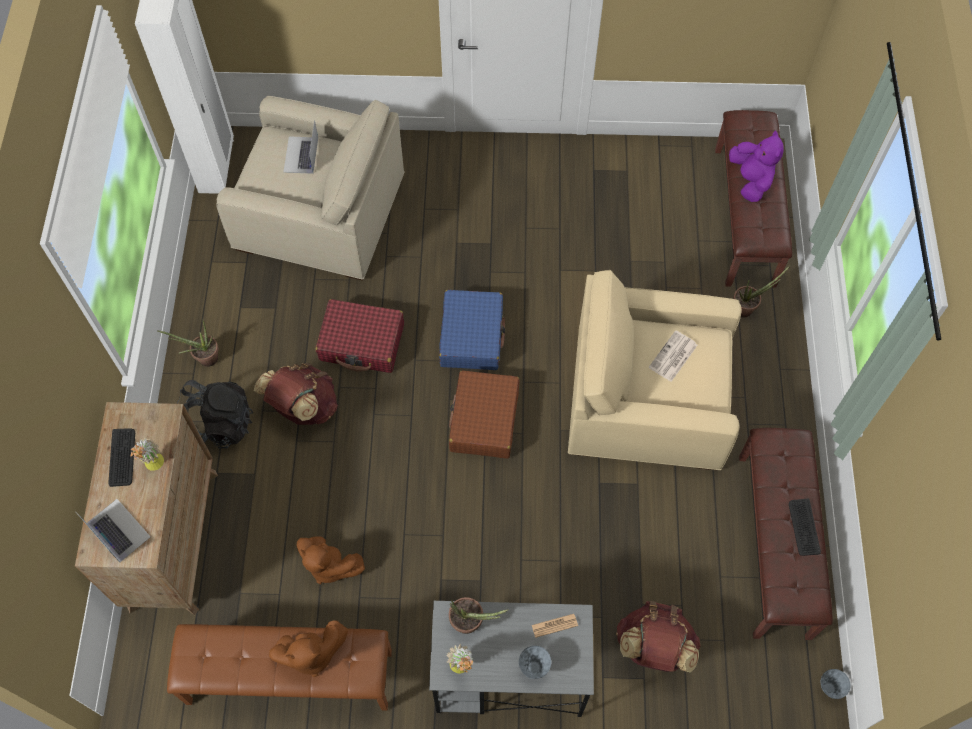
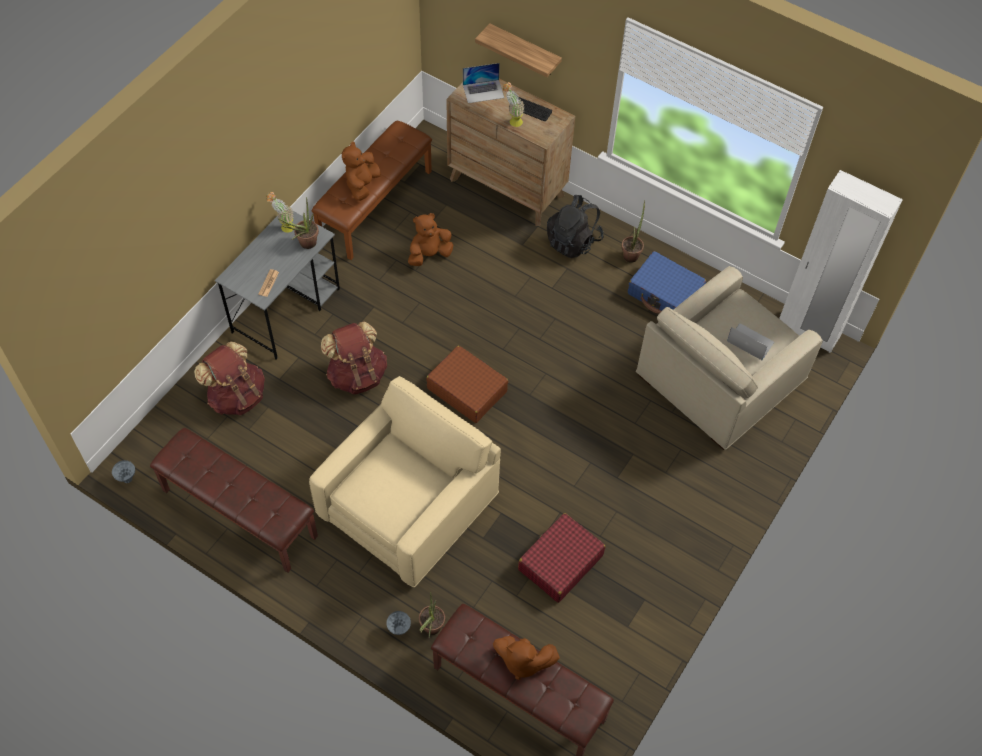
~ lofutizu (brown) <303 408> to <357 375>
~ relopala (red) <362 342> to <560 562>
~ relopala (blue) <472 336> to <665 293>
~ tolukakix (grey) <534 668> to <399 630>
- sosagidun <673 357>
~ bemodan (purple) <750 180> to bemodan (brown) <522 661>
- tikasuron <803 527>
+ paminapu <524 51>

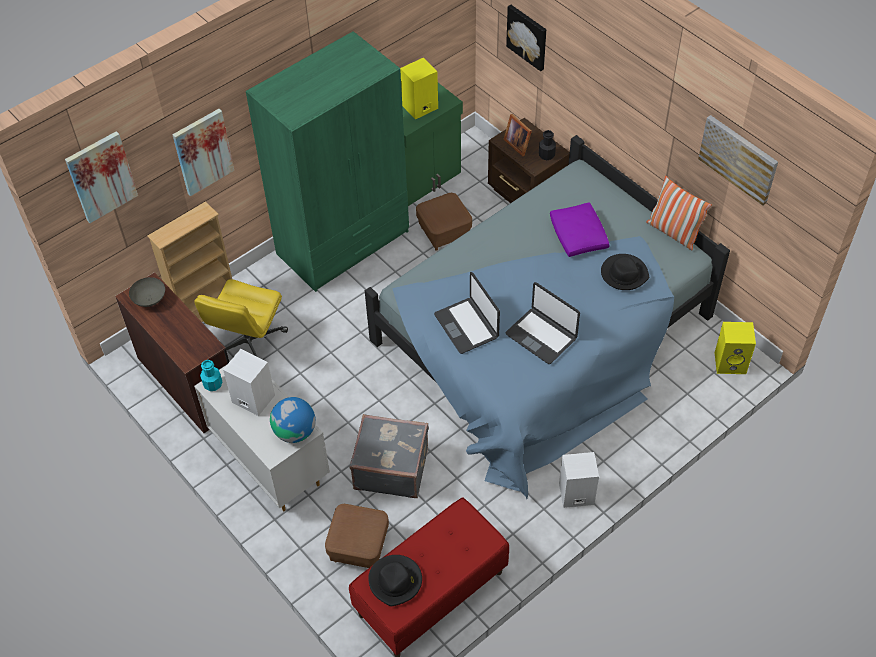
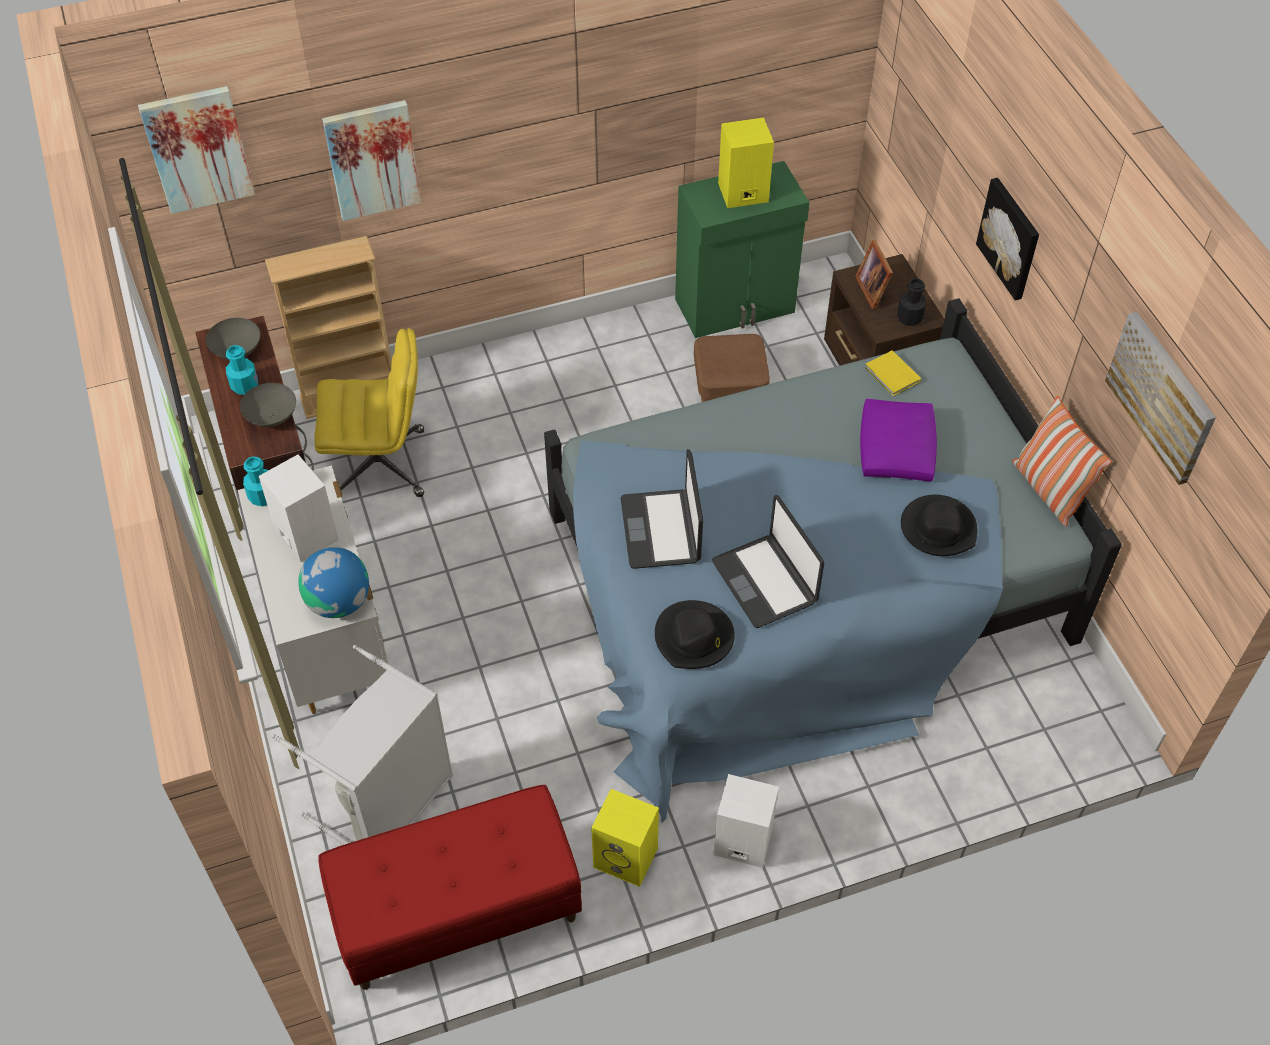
~ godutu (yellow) <248 346> = <380 465> 135 degrees counterclockwise
- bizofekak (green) <344 243>
~ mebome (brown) <359 547> to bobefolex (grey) <390 804>
- relopala (grey) <391 467>
~ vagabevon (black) <395 581> to <694 638>
~ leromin <528 36> to <1010 238>
~ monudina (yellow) <731 362> to <627 857>
+ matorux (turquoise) <245 386>
+ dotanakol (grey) <271 417>
+ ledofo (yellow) <892 376>

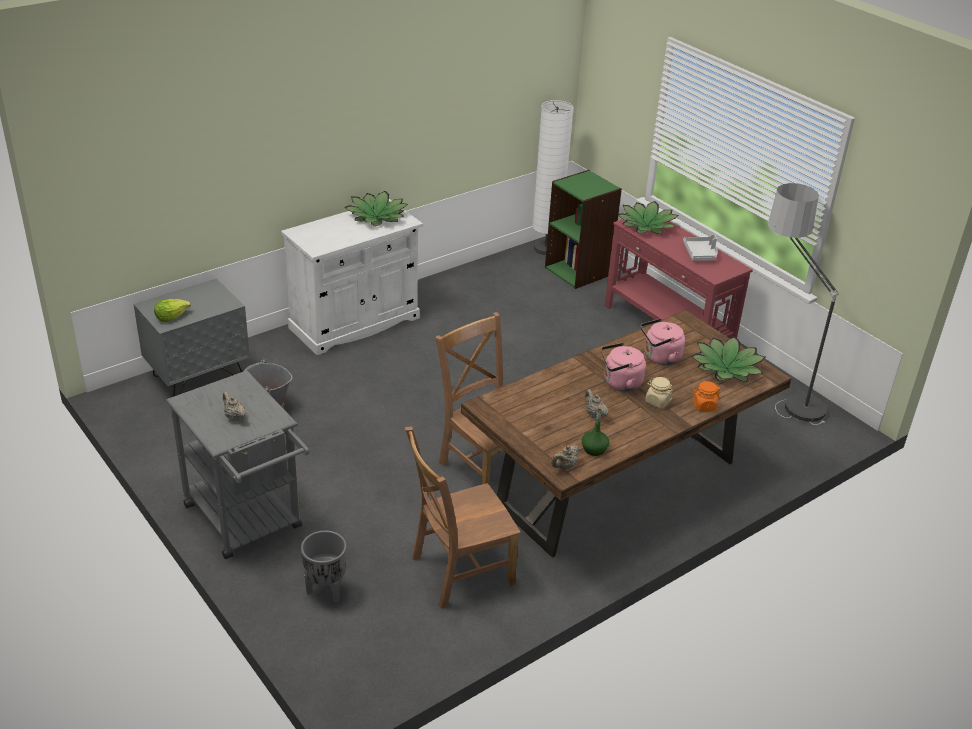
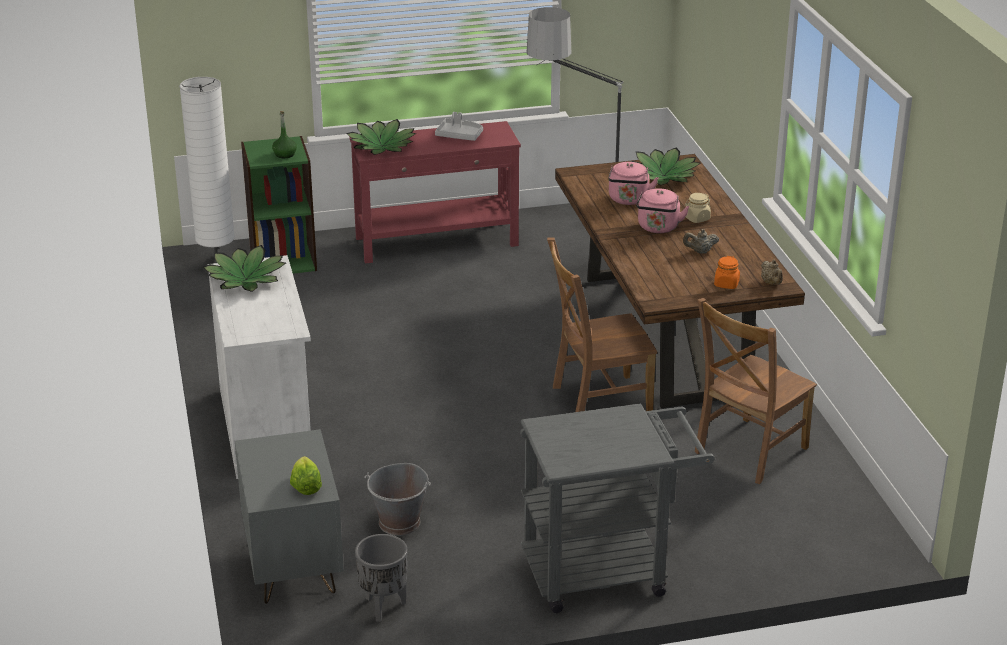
- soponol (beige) <234 417>
~ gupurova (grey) <325 590> to <383 607>
~ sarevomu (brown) <458 571> = <748 452> 45 degrees clockwise
~ matorux (green) <594 449> to <285 154>
~ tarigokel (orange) <704 406> to <726 284>

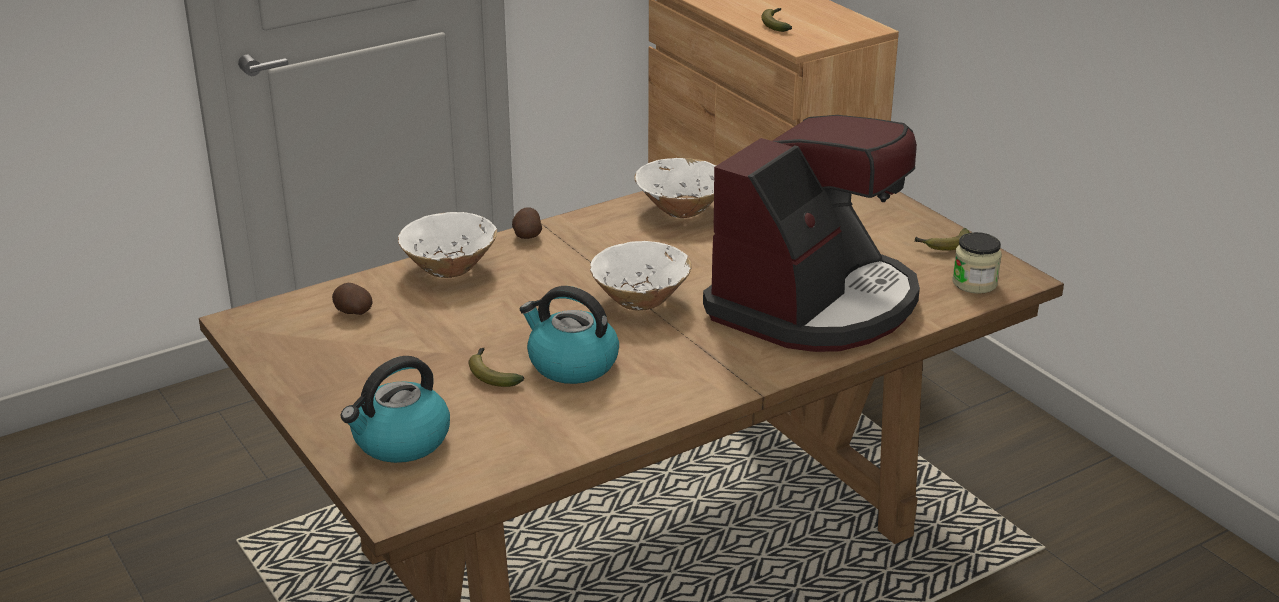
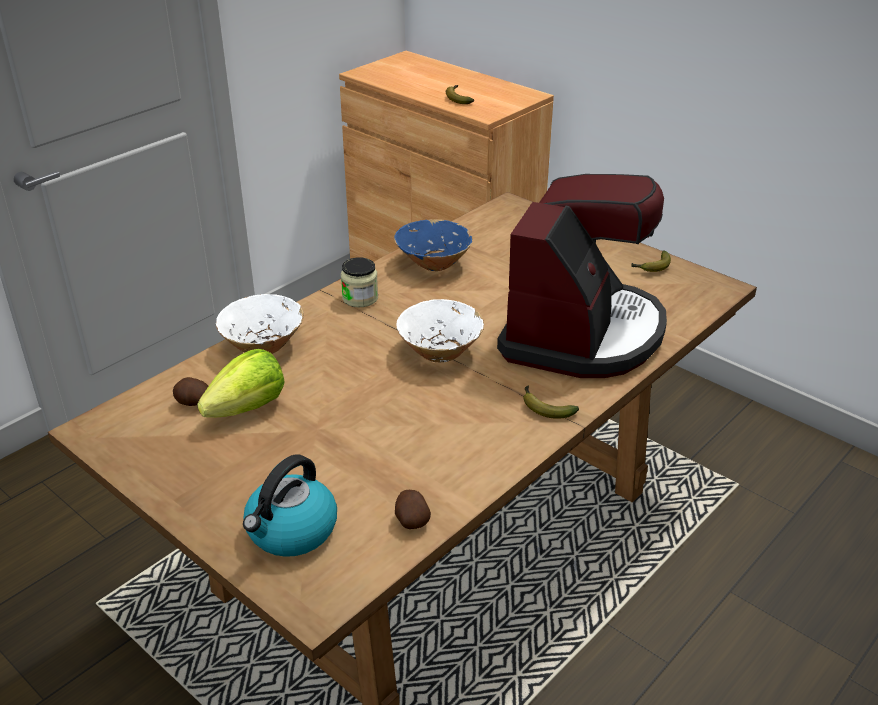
~ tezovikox <492 374> to <544 408>
~ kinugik <527 235> to <411 520>
- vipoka <571 364>
~ dotanakol (white) <681 209> to dotanakol (blue) <434 263>
~ tarigokel <974 283> to <360 298>
+ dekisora <248 408>

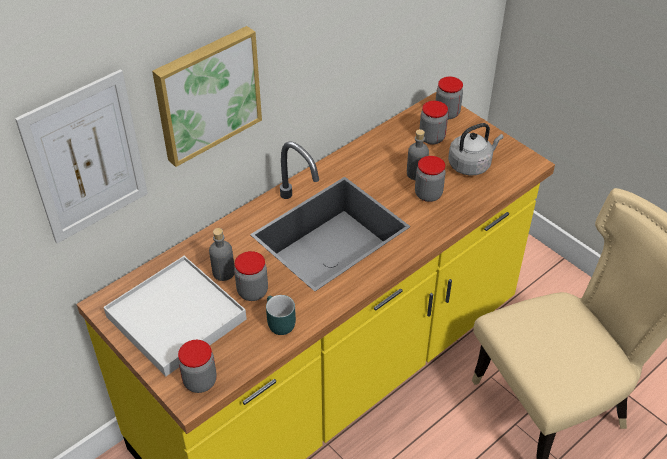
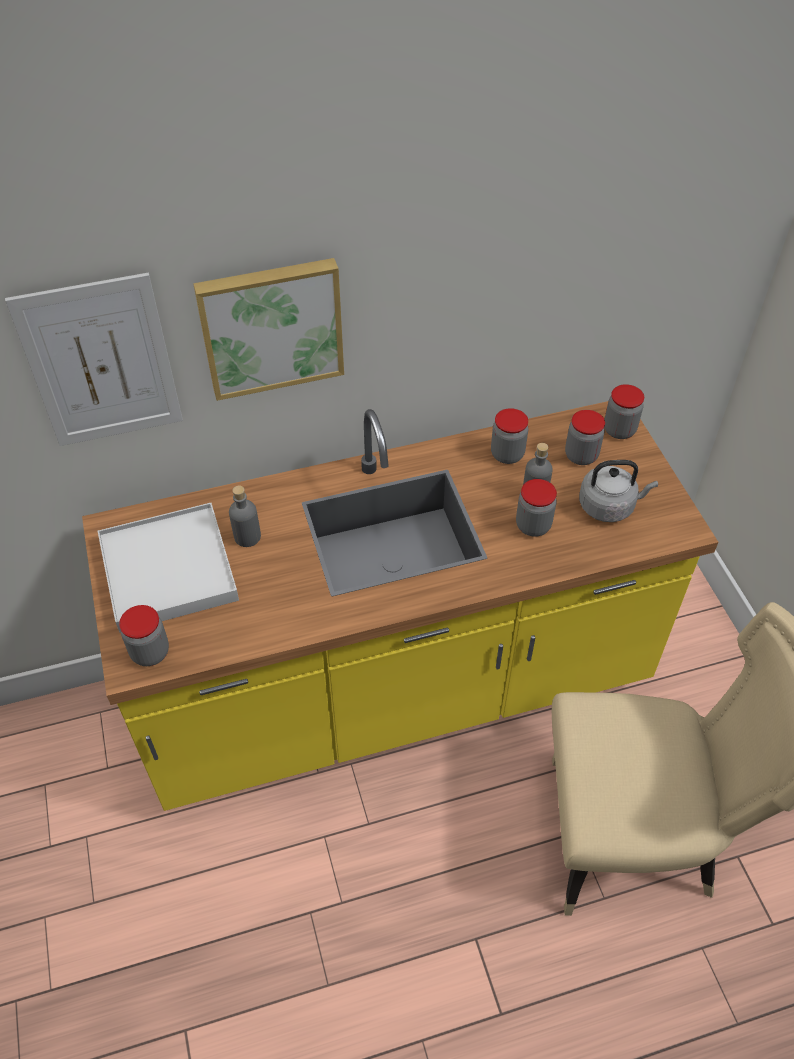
~ tarigokel <252 292> to <507 454>
- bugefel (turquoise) <277 323>

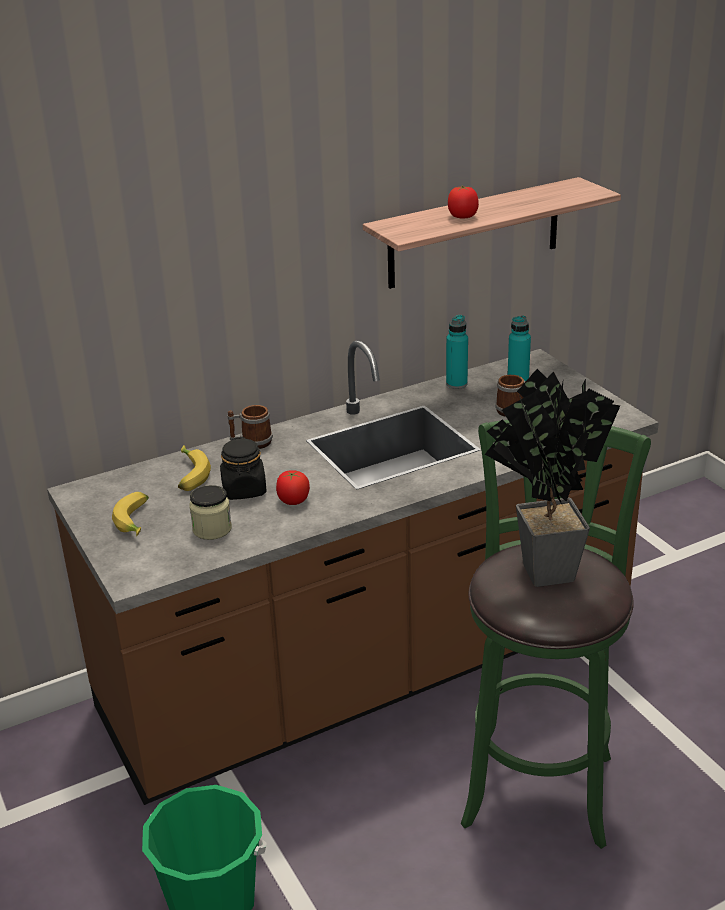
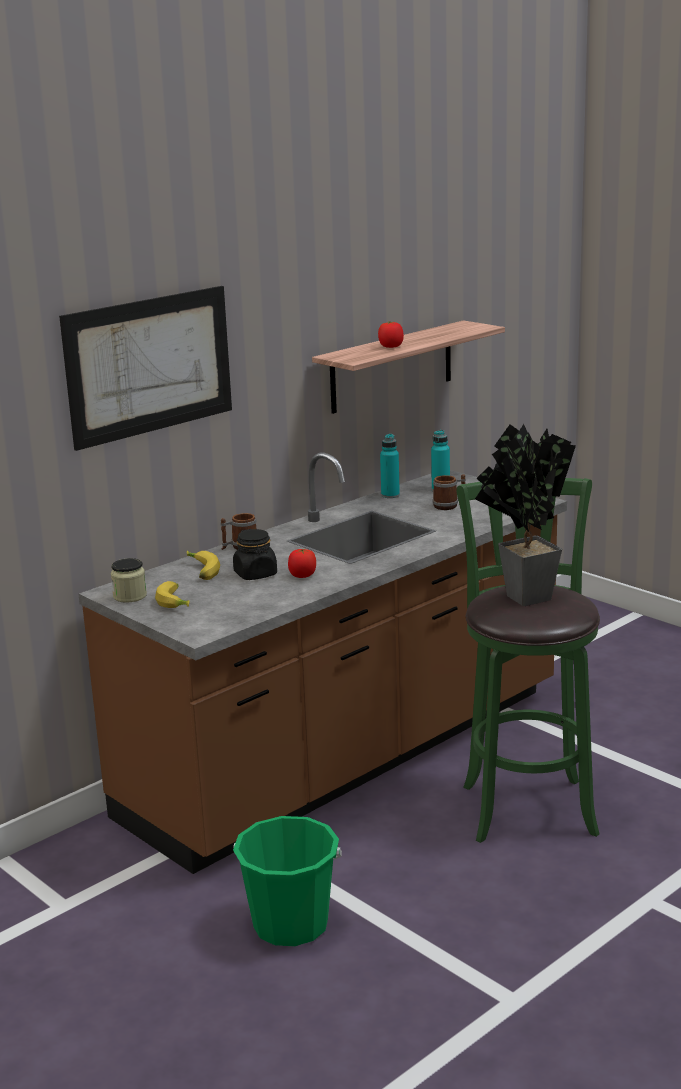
~ tarigokel <212 529> to <130 596>
+ leromin <149 365>

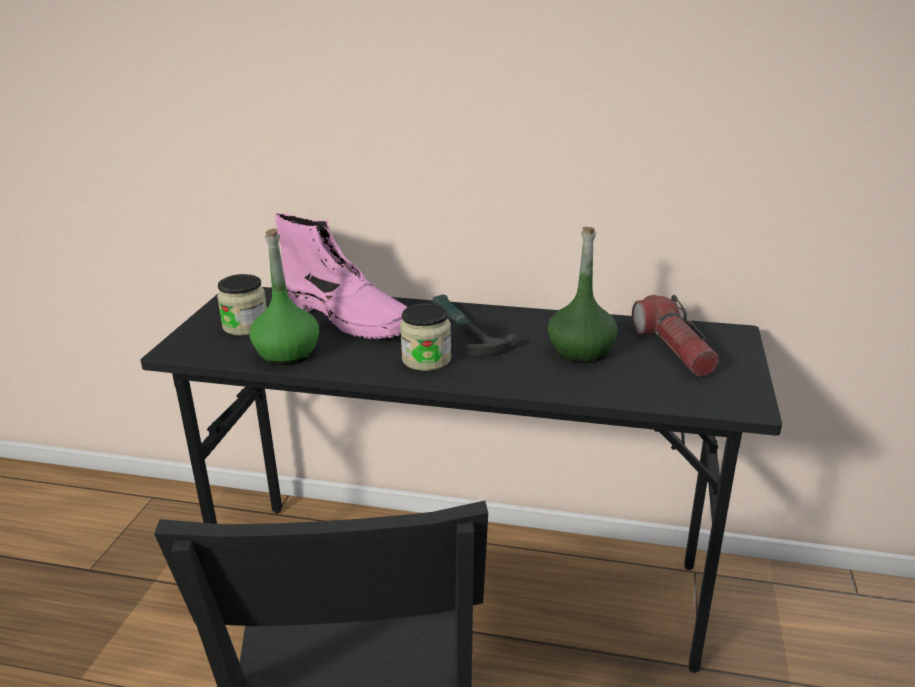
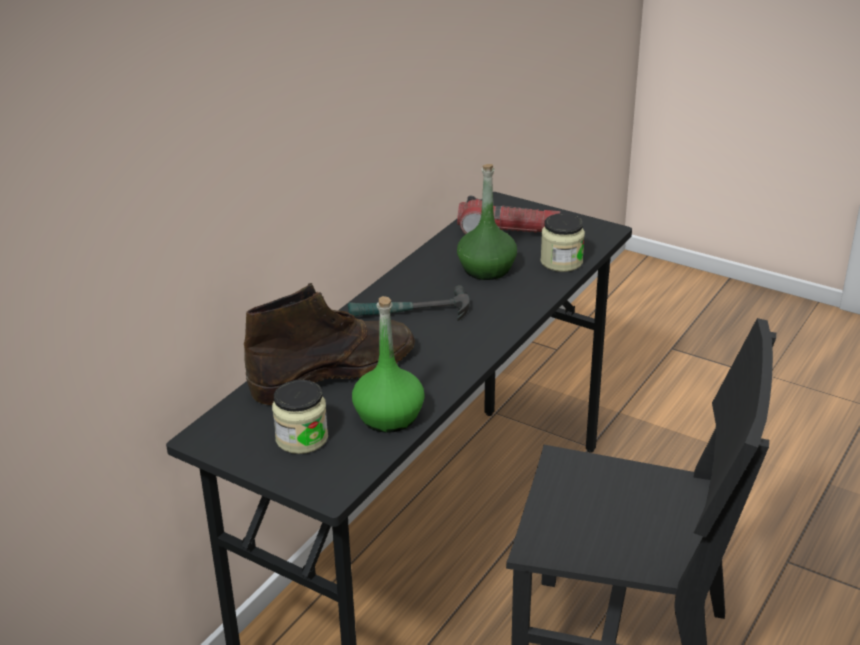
~ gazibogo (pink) <348 319> to gazibogo (brown) <335 371>
~ tarigokel <426 359> to <561 262>

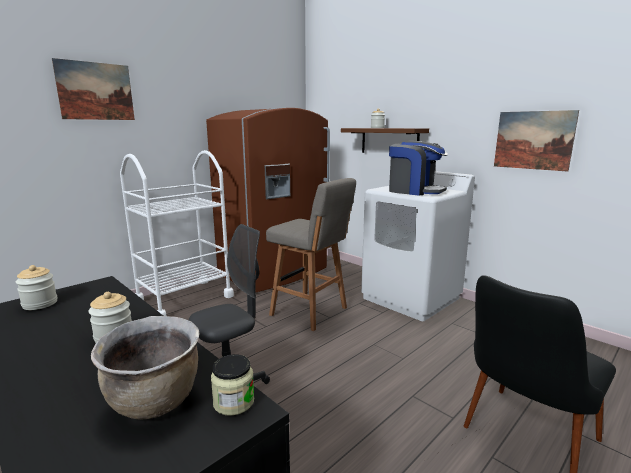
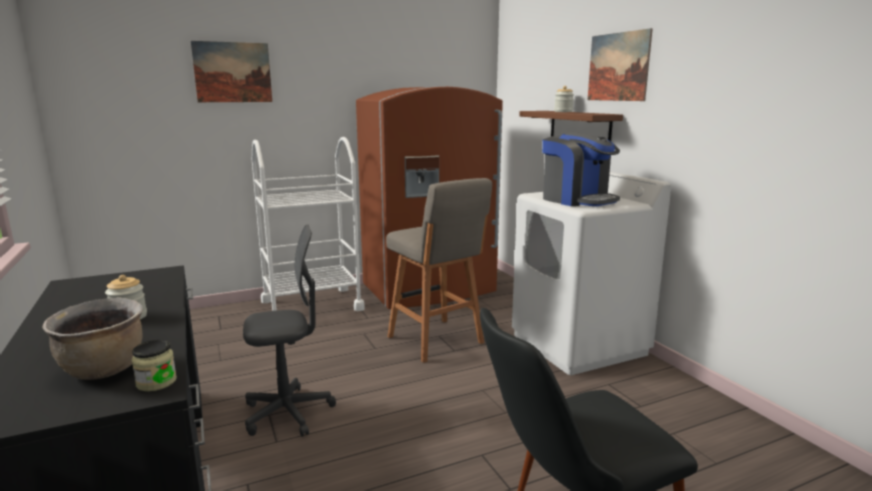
- tarigokel <40 304>
~ leromin <533 140> to <618 67>

